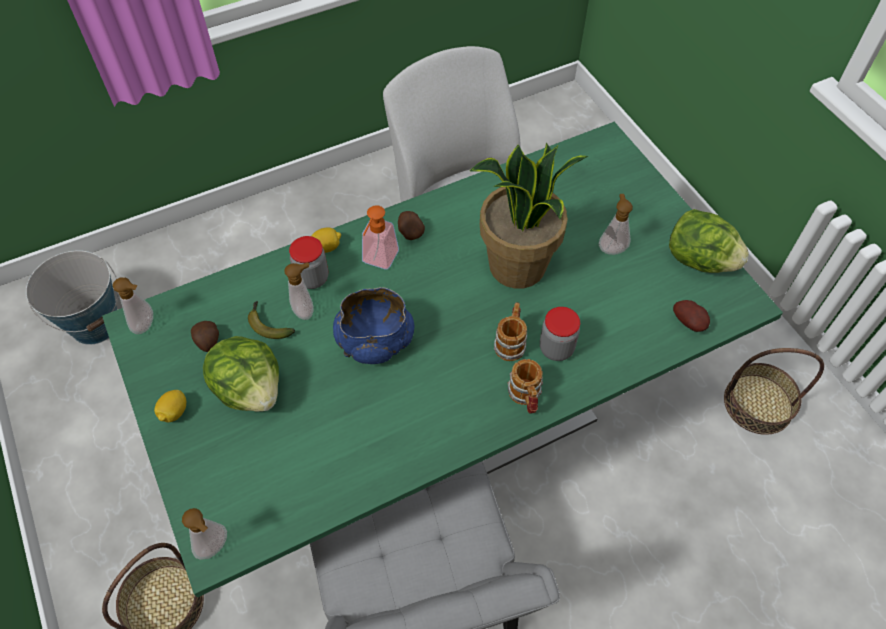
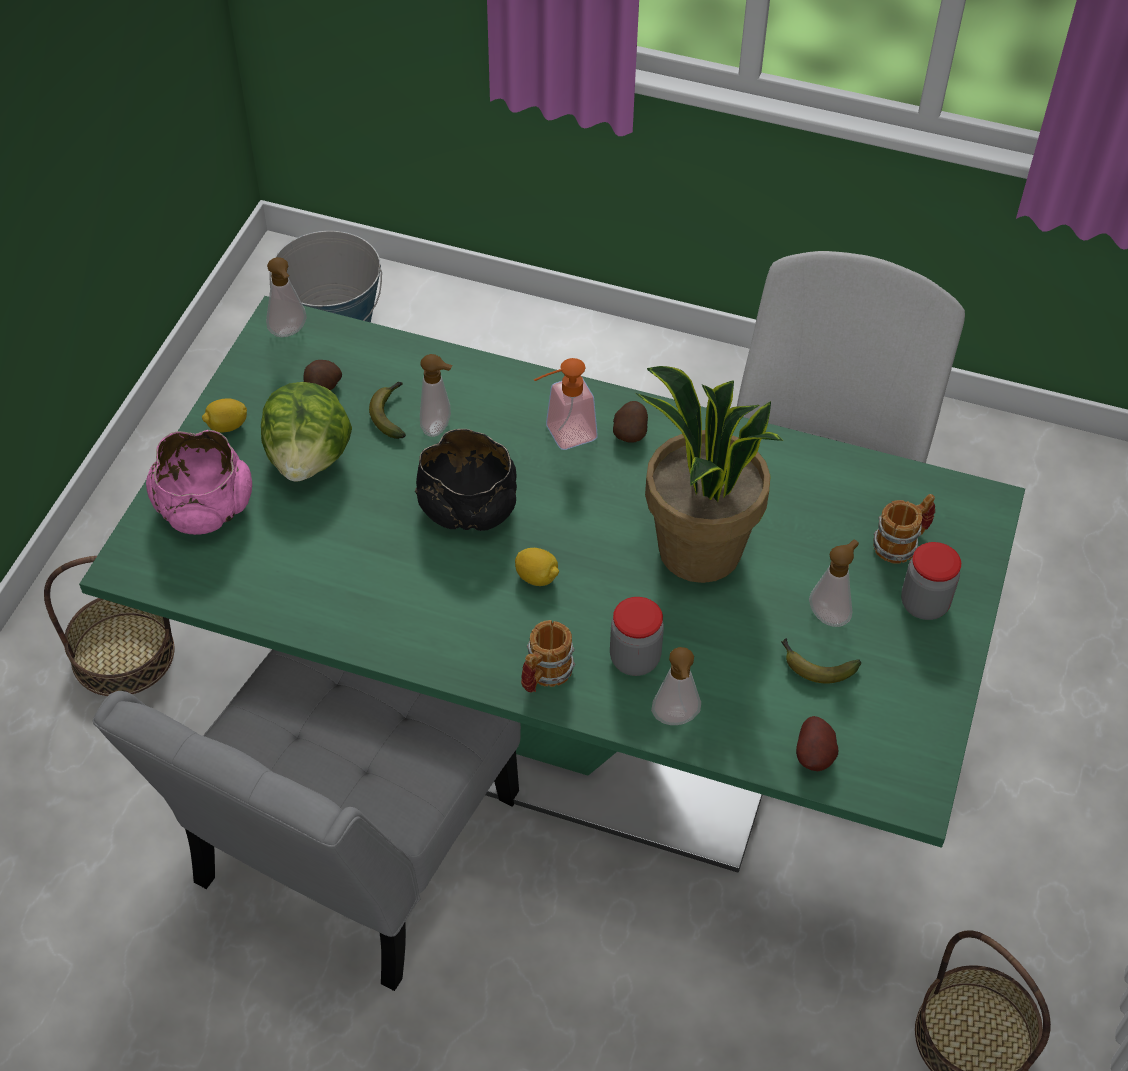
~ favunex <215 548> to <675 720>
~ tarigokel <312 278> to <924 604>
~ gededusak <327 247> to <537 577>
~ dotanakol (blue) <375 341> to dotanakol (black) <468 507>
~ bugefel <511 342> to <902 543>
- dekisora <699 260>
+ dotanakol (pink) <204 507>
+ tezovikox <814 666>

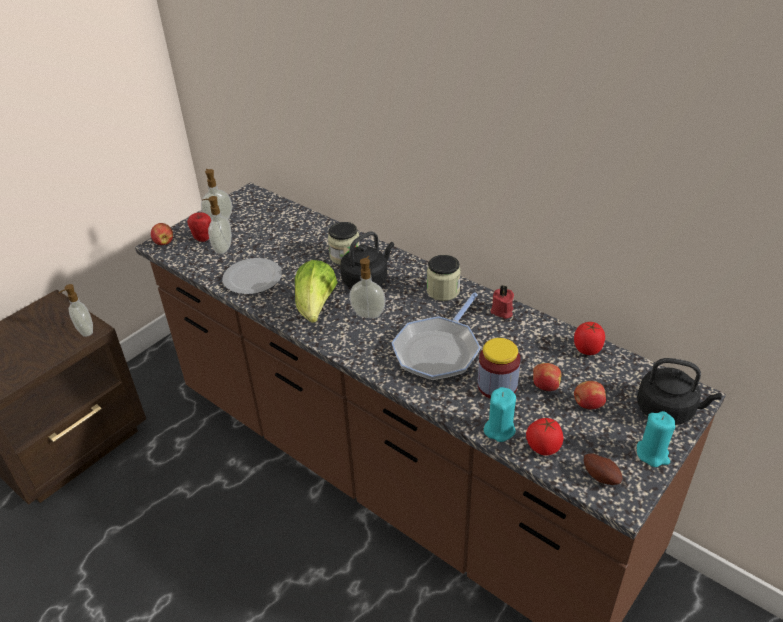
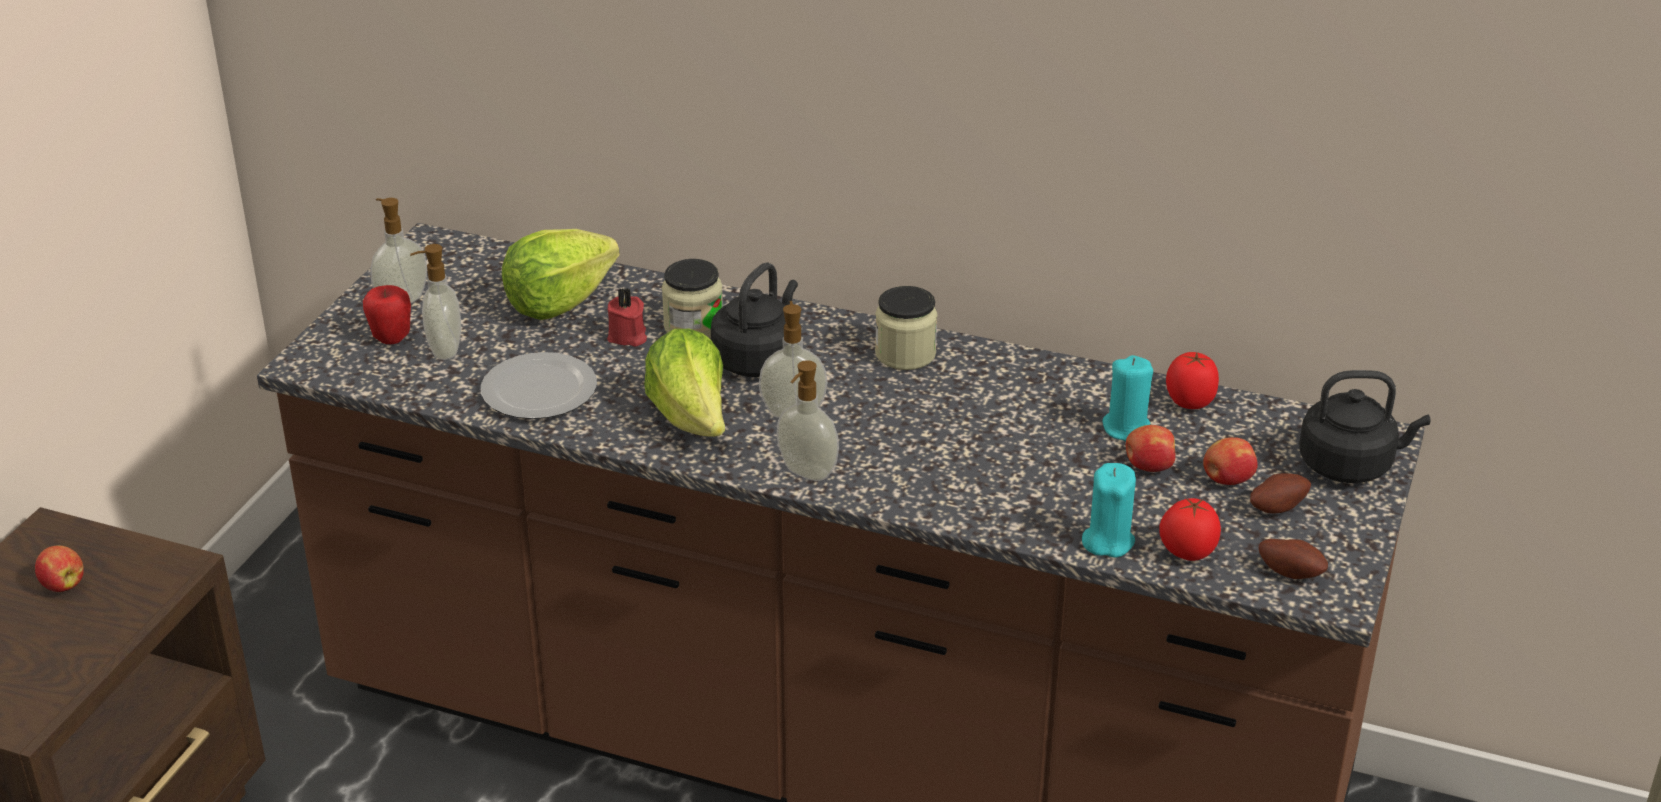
~ favunex <85 331> to <806 472>
~ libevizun <164 242> to <63 585>
- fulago <438 351>
- tarigokel <497 386>
~ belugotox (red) <502 311> to <627 337>
~ belugotox (turquoise) <652 454> to <1128 429>
+ dekisora <559 302>
+ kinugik <1276 506>

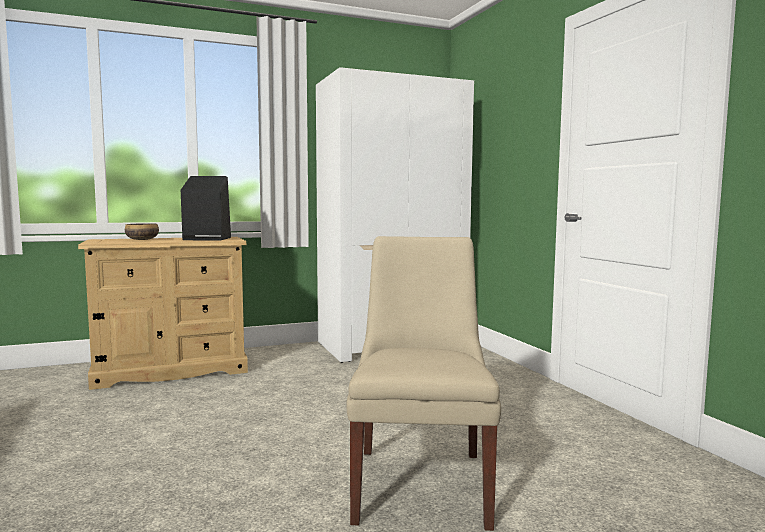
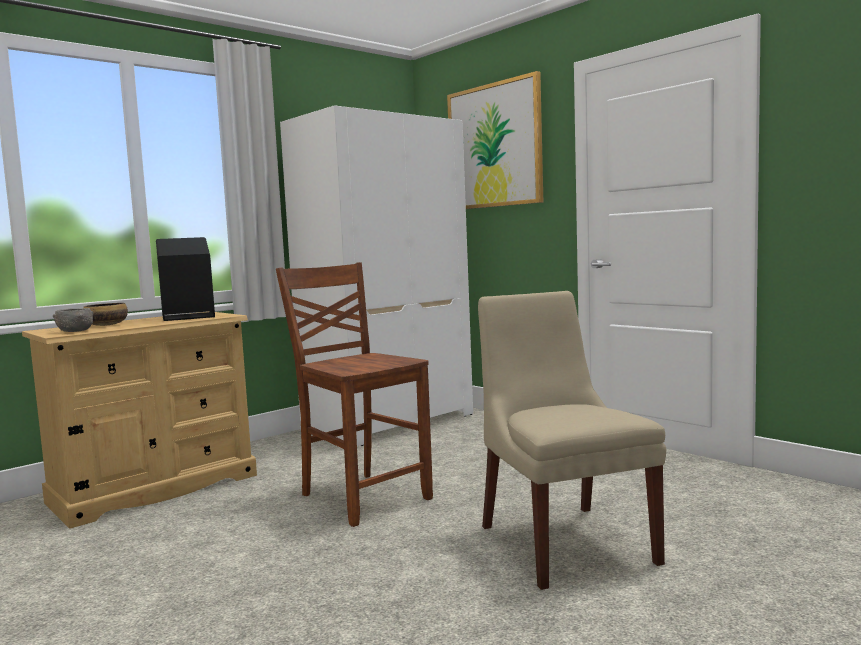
+ dotanakol (grey) <75 331>
+ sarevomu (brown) <363 497>
+ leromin <494 146>

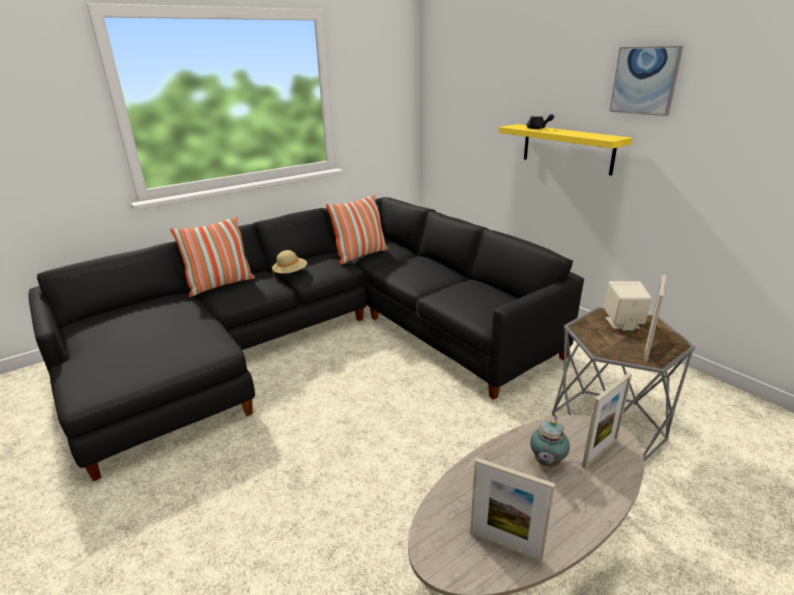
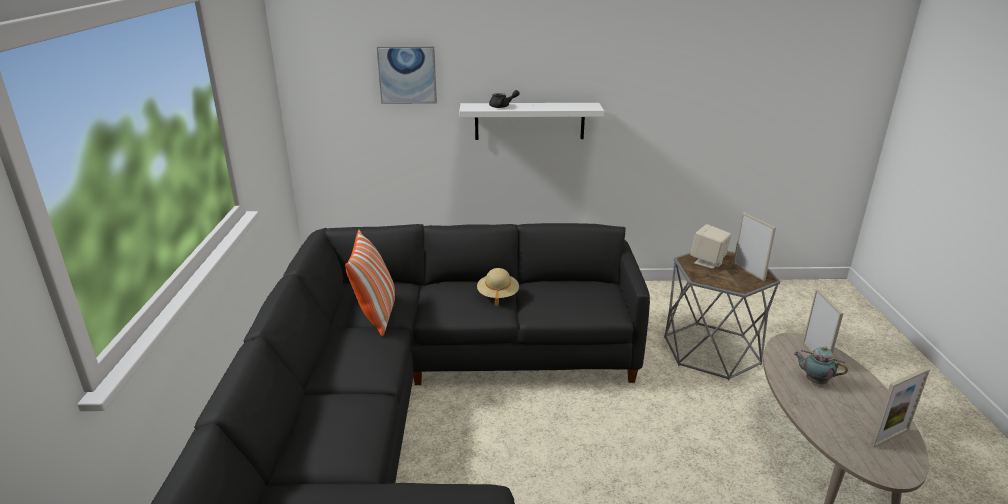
- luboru <220 285>
~ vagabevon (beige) <290 273> to <497 295>
~ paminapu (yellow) <567 148> to paminapu (white) <529 121>
~ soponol <546 463> = <814 381> 150 degrees clockwise
~ leromin <644 80> to <407 74>

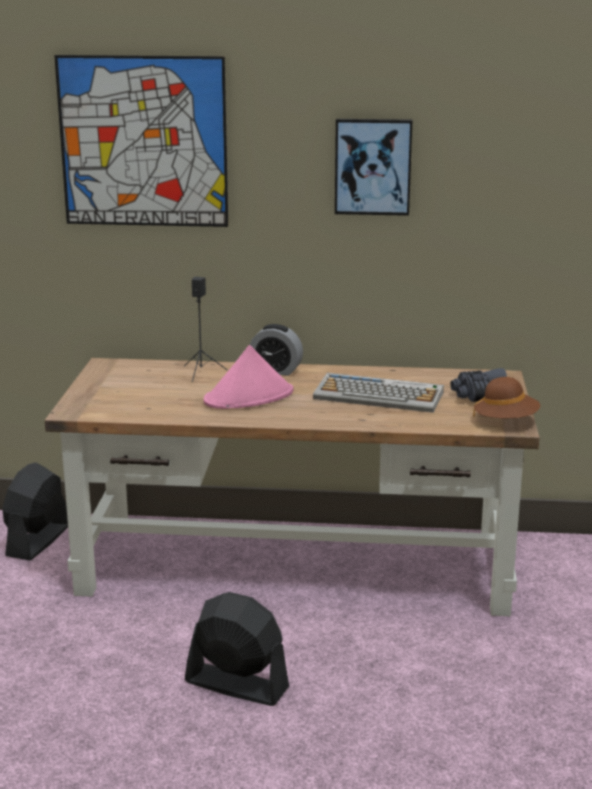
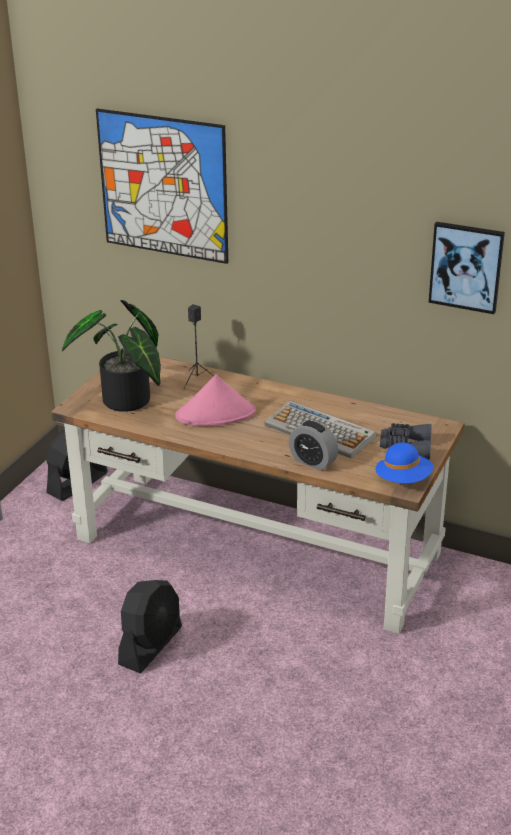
~ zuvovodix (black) <236 684> = <151 645> 75 degrees clockwise
~ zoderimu <275 371> to <313 462>
~ leromin <373 166> to <466 266>
~ vagabevon (brown) <505 421> to vagabevon (blue) <403 480>
+ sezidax <126 403>

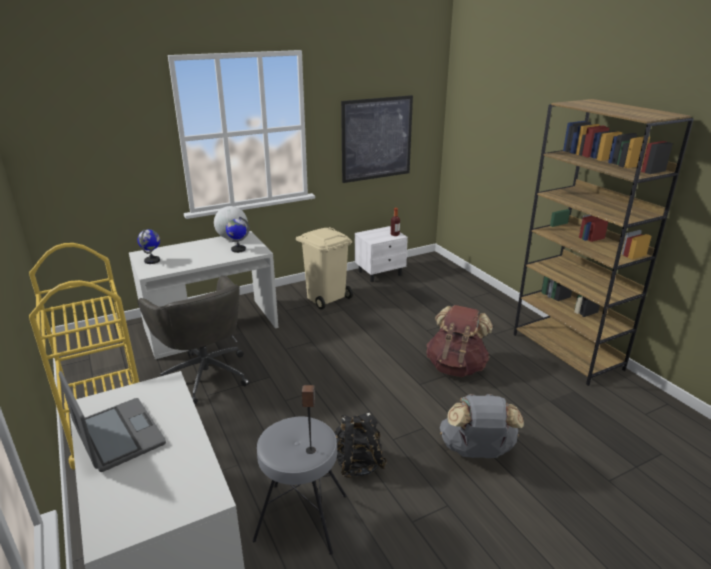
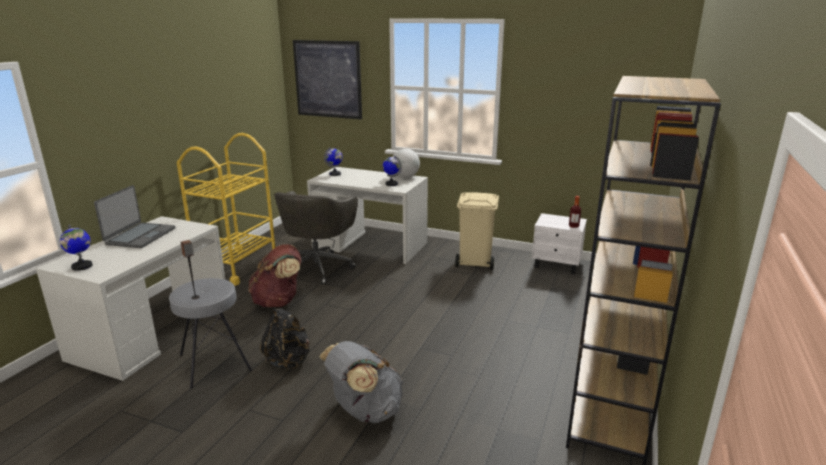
~ leromin <376 139> to <328 79>
~ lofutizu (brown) <456 366> to <278 301>
+ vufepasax <82 266>

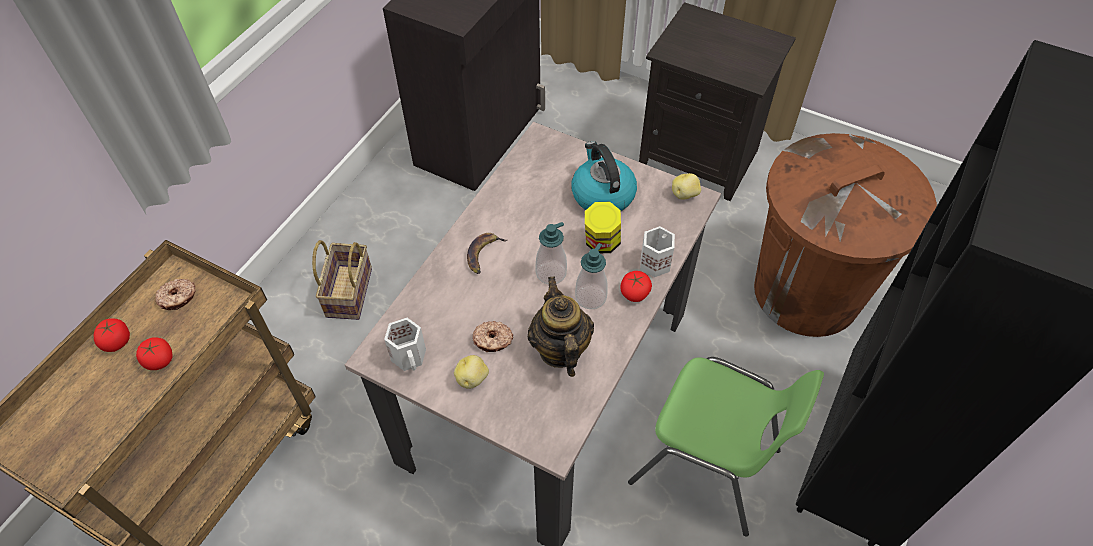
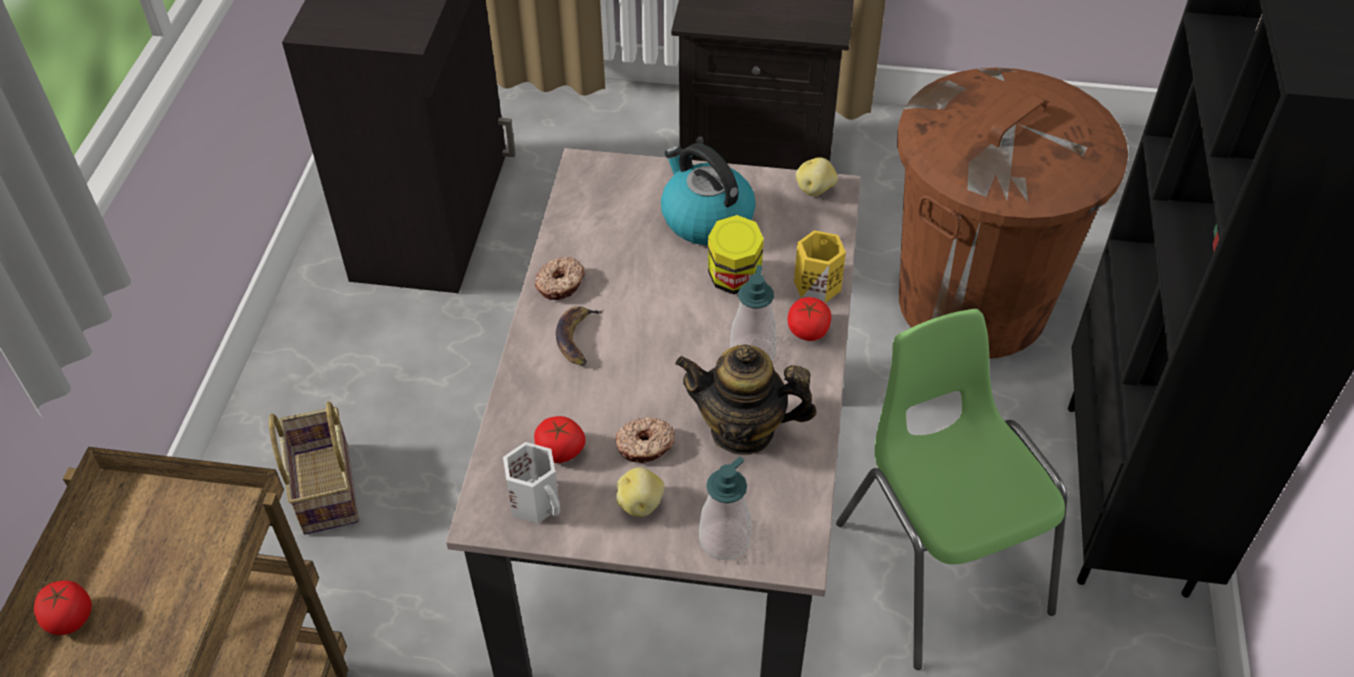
~ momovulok <159 360> to <560 450>
~ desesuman <178 298> to <561 284>
~ soponol <560 349> = <743 430> 45 degrees counterclockwise
~ favunex <551 273> to <724 540>
~ sarevomu (green) <706 466> = <940 566> 120 degrees counterclockwise
~ bugefel (white) <655 262> to bugefel (yellow) <816 284>

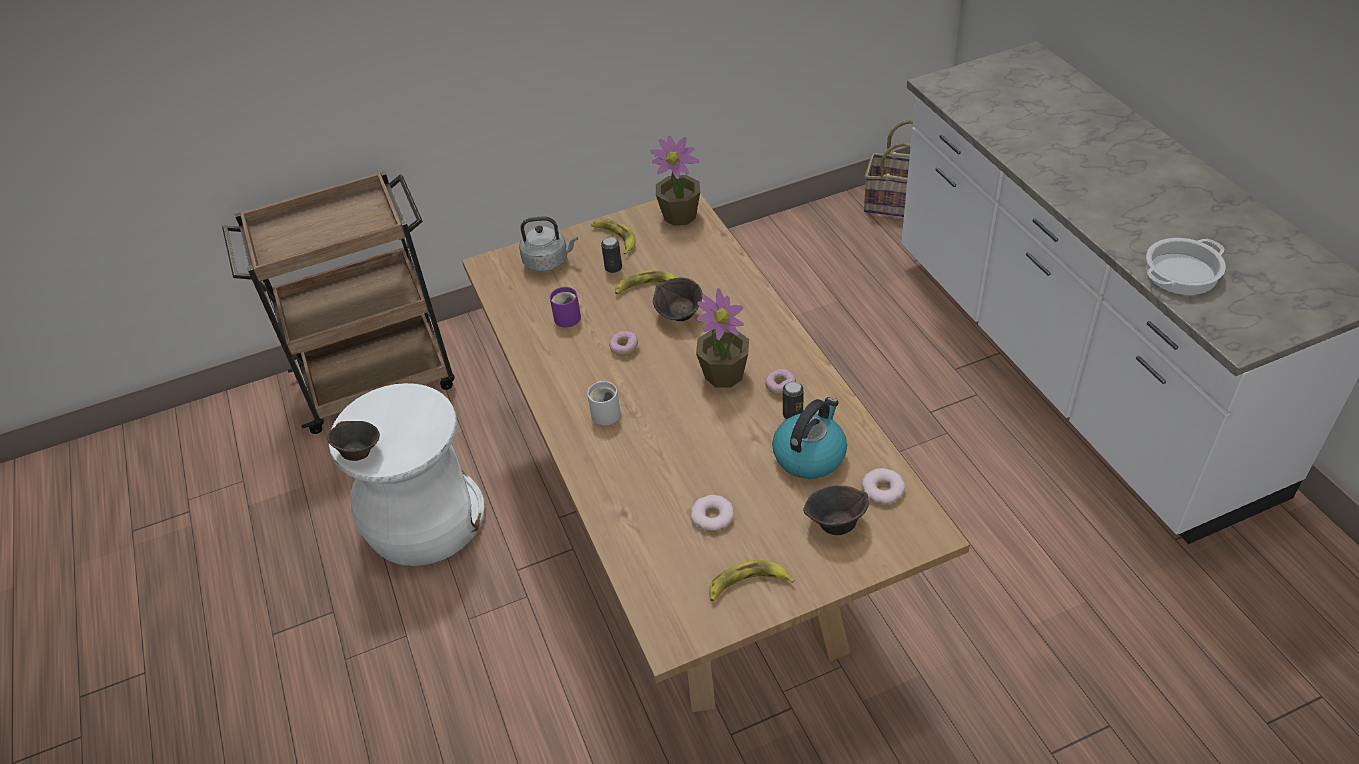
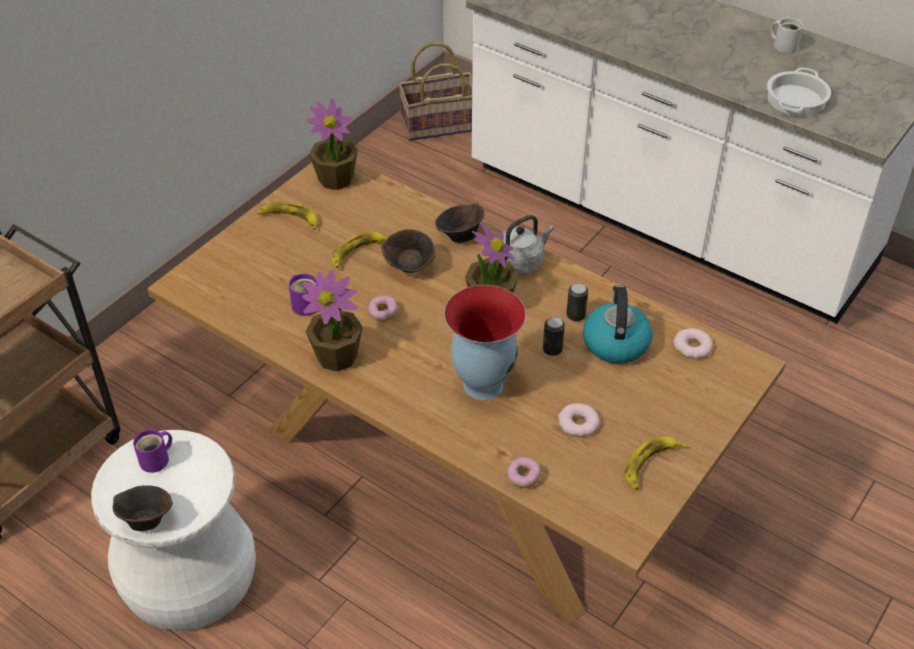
~ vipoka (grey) <549 262> to <521 263>
~ bugefel (white) <606 412> to <783 45>
~ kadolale <613 268> to <552 349>
~ desesuman <780 386> to <523 477>
~ dotanakol (brown) <835 523> to <459 236>
+ bugefel (purple) <157 460>
+ sezidax <337 356>
+ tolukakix <482 383>

